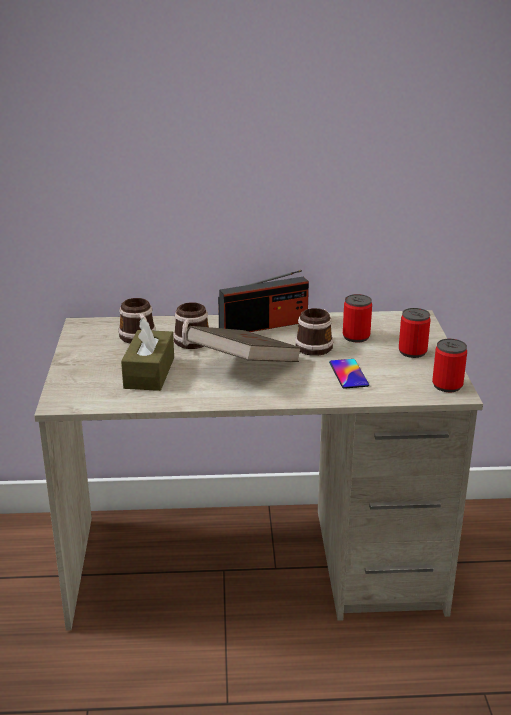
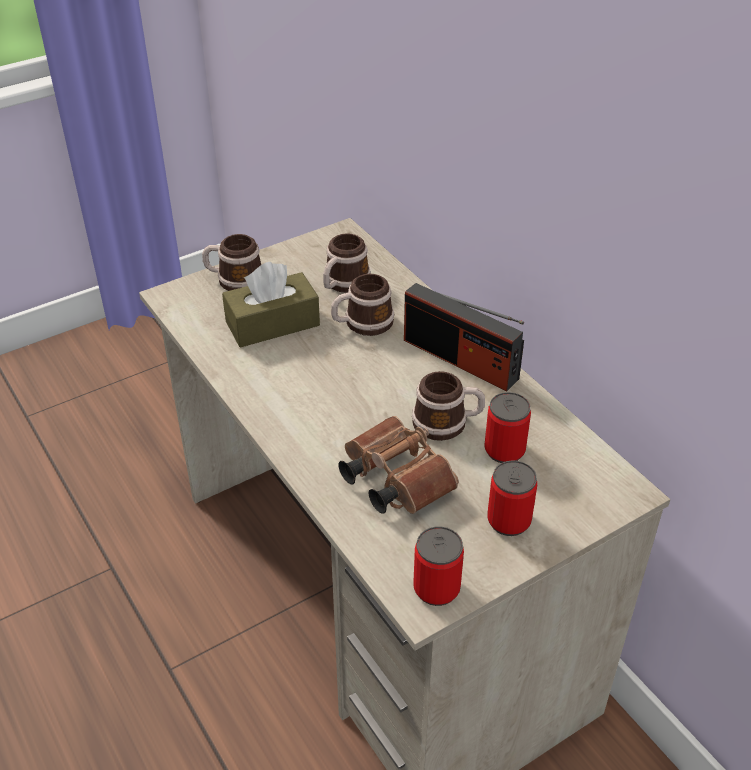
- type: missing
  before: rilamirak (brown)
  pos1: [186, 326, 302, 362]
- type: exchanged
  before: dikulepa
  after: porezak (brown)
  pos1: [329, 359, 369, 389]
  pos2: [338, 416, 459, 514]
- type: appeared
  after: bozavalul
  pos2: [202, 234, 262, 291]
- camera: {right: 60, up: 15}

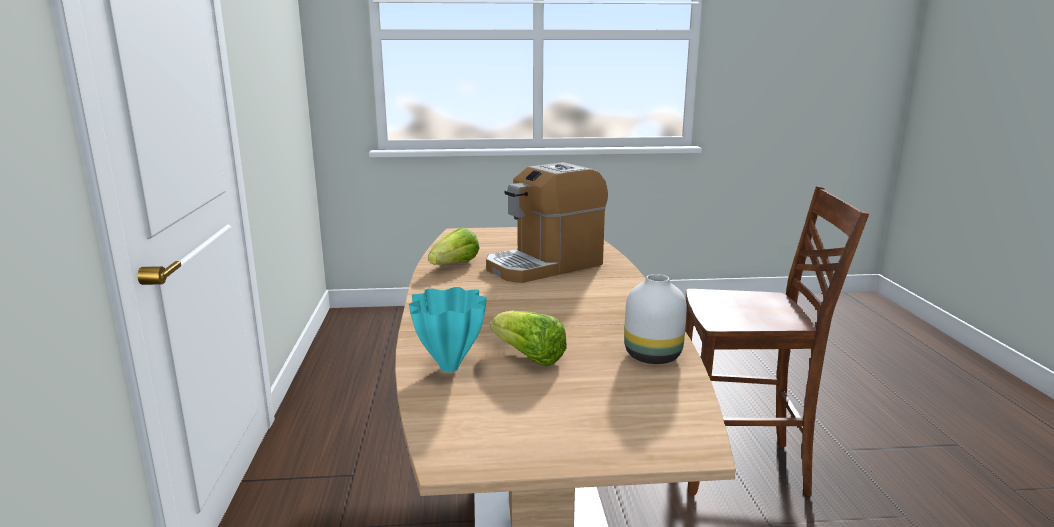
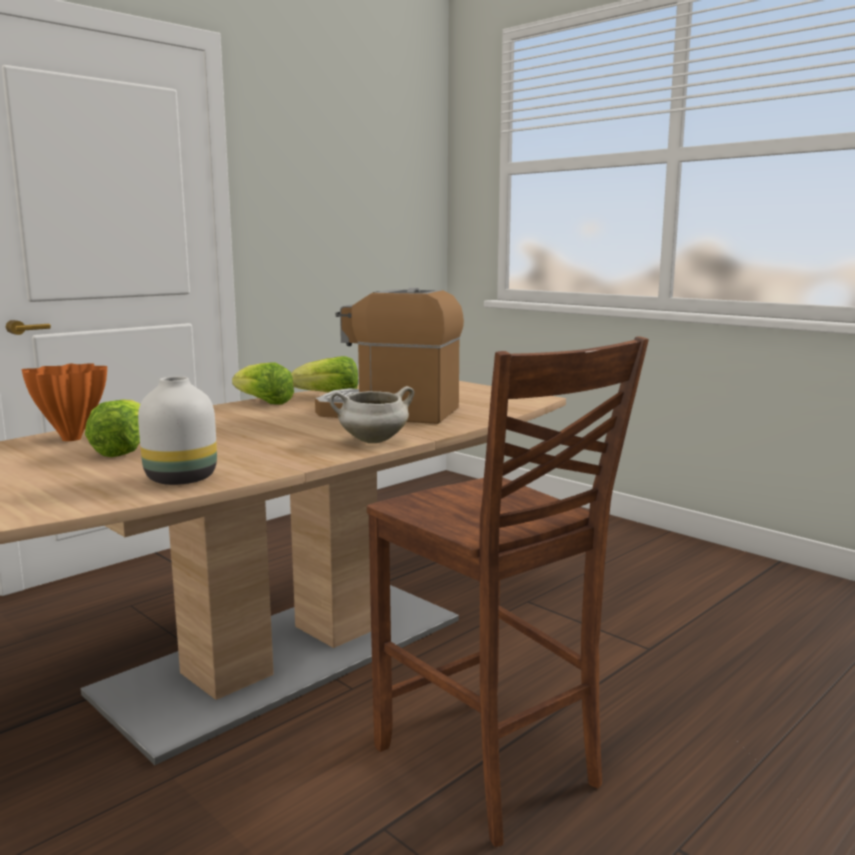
- type: colour
  before: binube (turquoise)
  after: binube (orange)
  pos1: [409, 287, 487, 372]
  pos2: [21, 363, 107, 441]
- type: appeared
  after: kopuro
  pos2: [232, 363, 294, 405]
- type: appeared
  after: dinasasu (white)
  pos2: [330, 386, 414, 443]
- camera: {right: 50, up: -5}

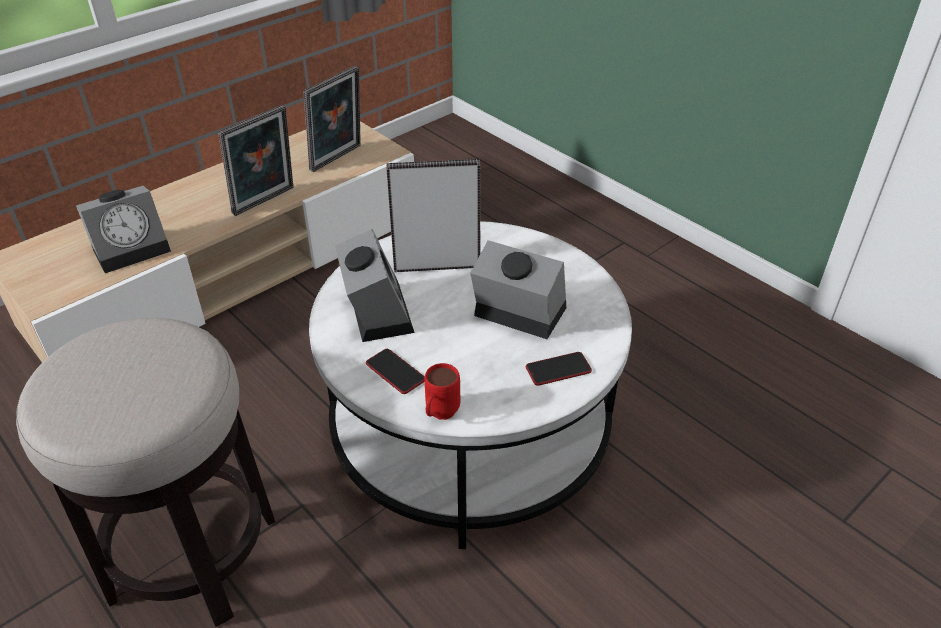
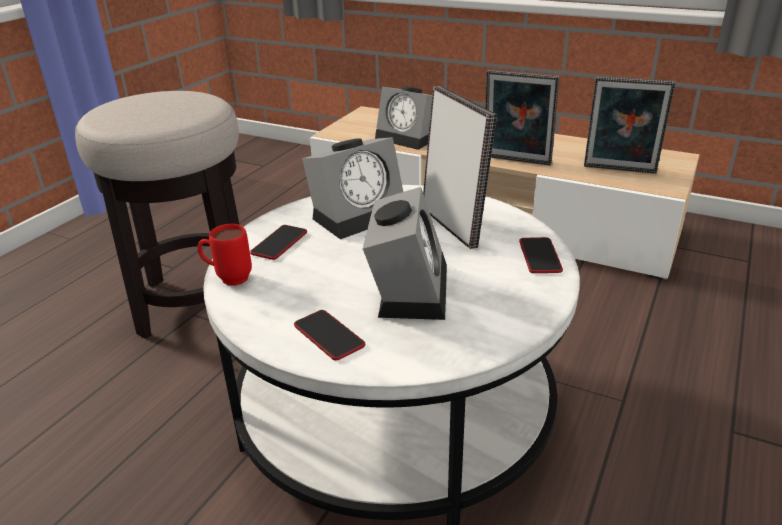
- type: appeared
  after: dikulepa
  pos2: [519, 237, 563, 273]
- camera: {right: 70, up: -10}

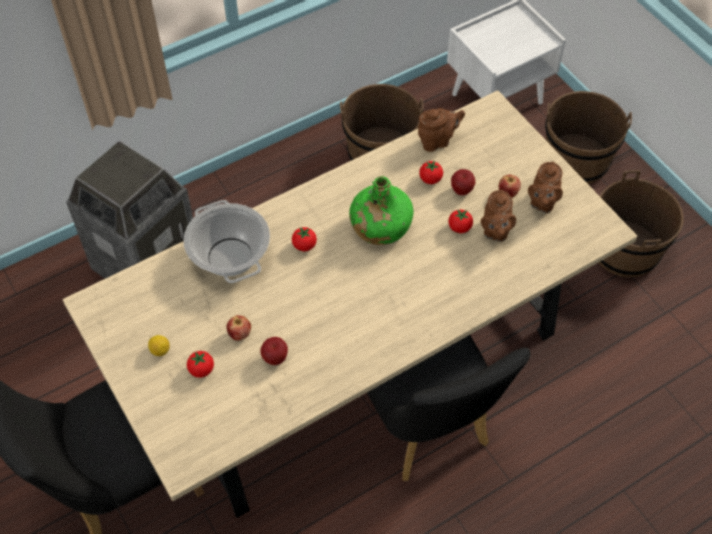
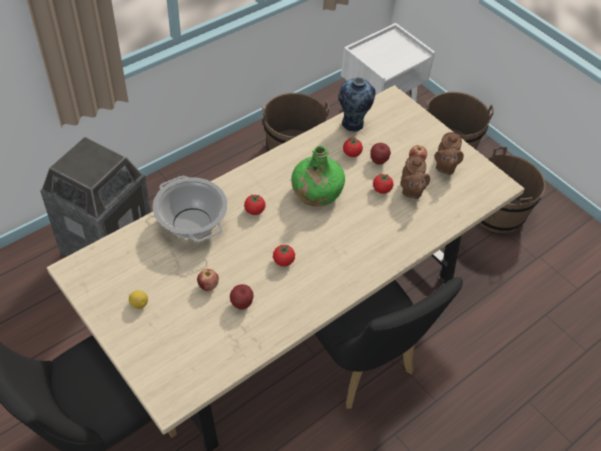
- type: relocated
  before: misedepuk
  pos1: [187, 351, 214, 378]
  pos2: [273, 245, 295, 266]
- type: exchanged
  before: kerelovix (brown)
  after: binube
  pos1: [418, 108, 465, 152]
  pos2: [339, 77, 376, 132]
- camera: {right: -10, up: -5}

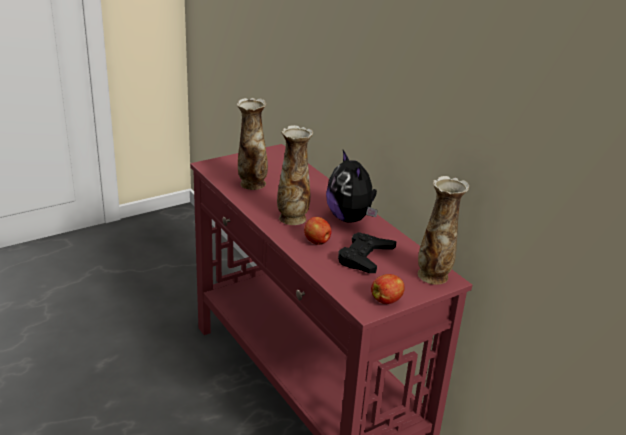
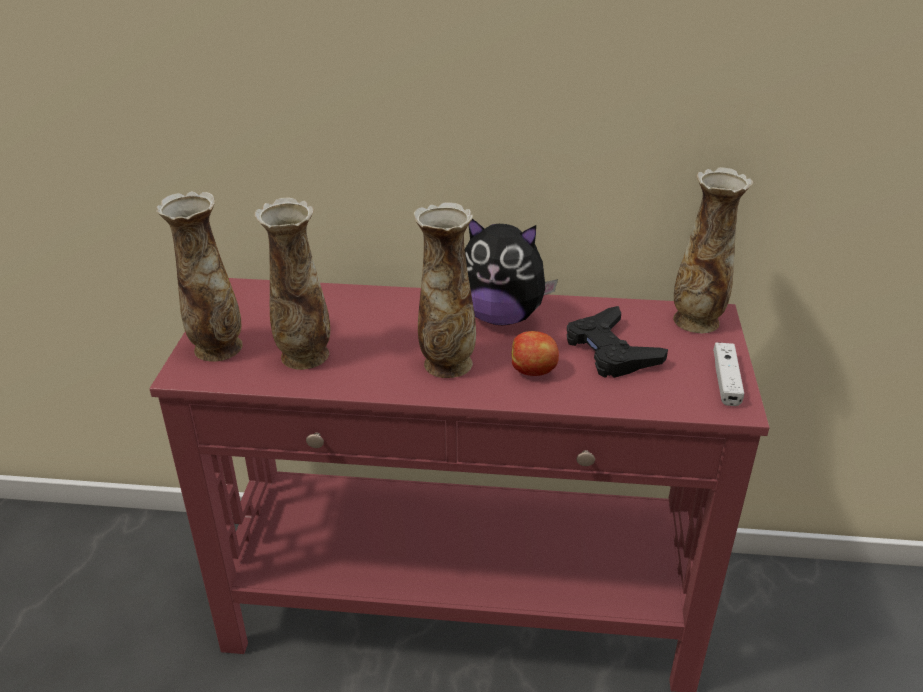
- type: exchanged
  before: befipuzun
  after: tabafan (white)
  pos1: [371, 274, 405, 304]
  pos2: [713, 342, 744, 406]
- type: appeared
  after: binube
  pos2: [156, 191, 243, 362]
- camera: {right: -50, up: 5}

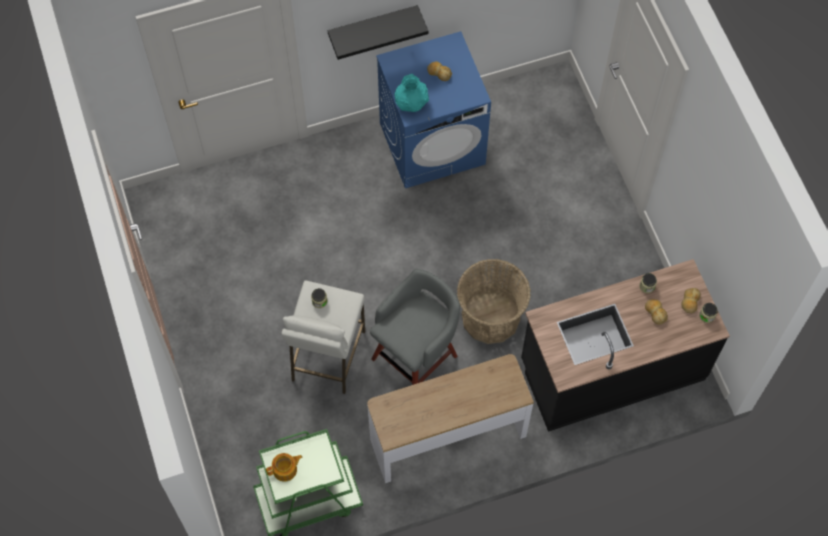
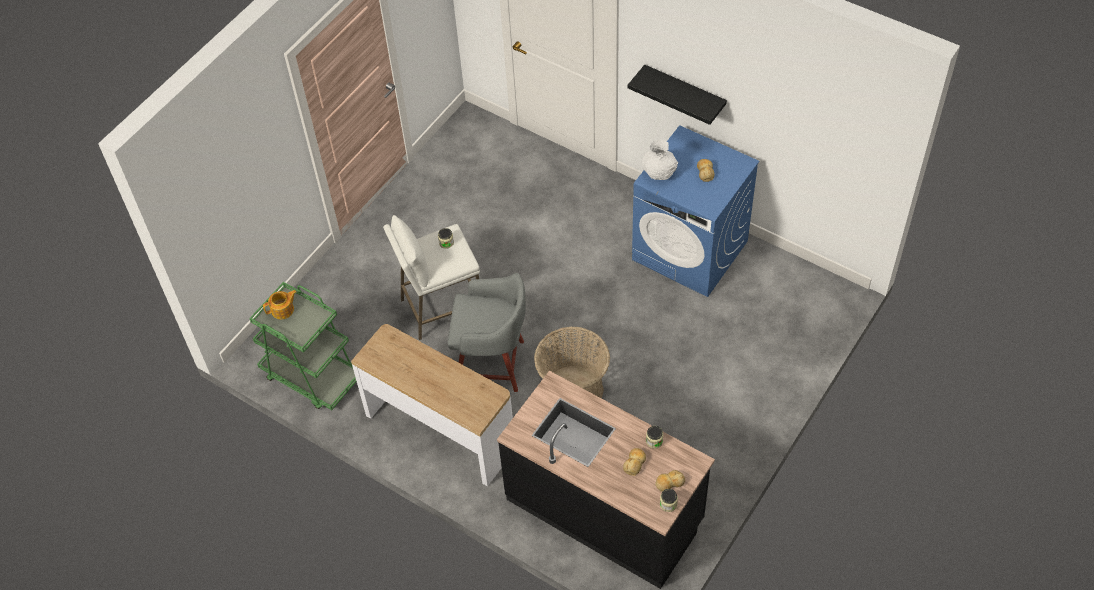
- type: spun
  before: kerelovix
  pos1: [266, 453, 302, 482]
  pos2: [263, 290, 297, 319]
  turn: -60
- type: colour
  before: binube (turquoise)
  after: binube (white)
  pos1: [395, 74, 429, 112]
  pos2: [642, 139, 678, 180]
- camera: {right: 55, up: -10}

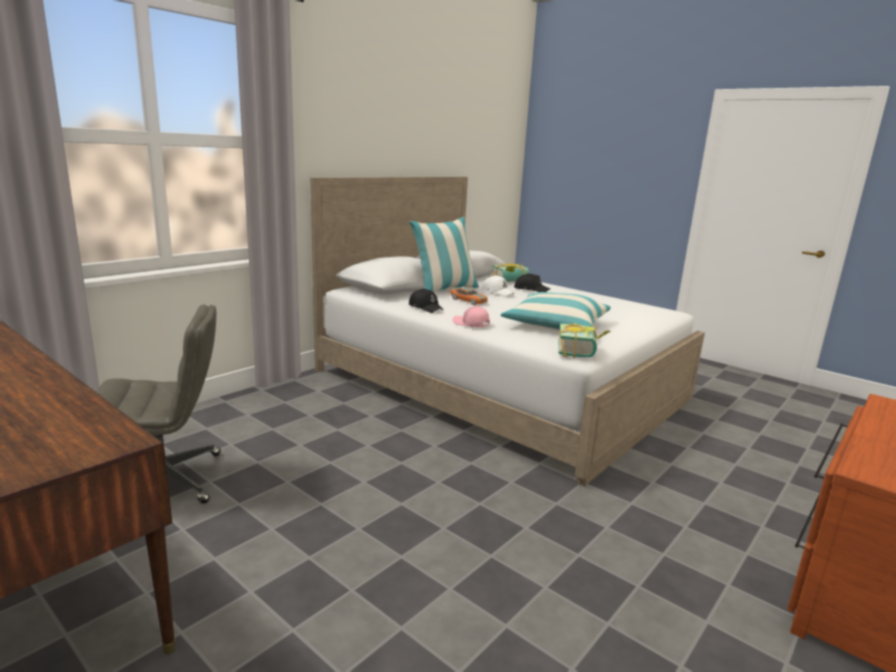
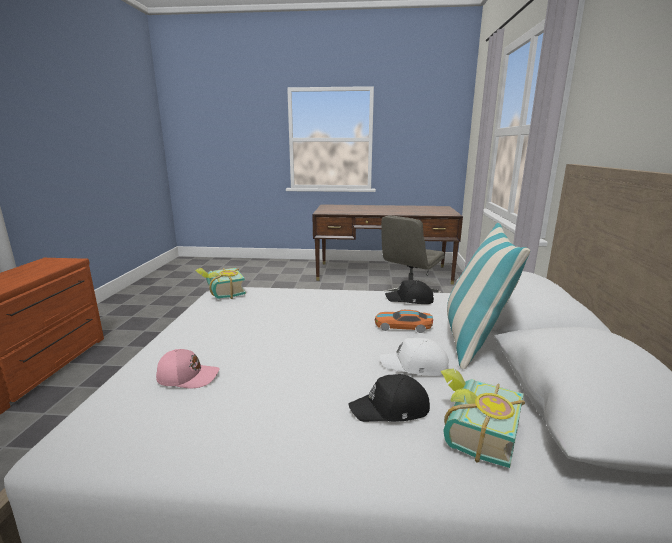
- type: relocated
  before: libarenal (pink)
  pos1: [452, 305, 490, 328]
  pos2: [156, 349, 219, 388]
- type: missing
  before: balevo
  pos1: [501, 292, 611, 330]
- camera: {right: 145, up: 0}

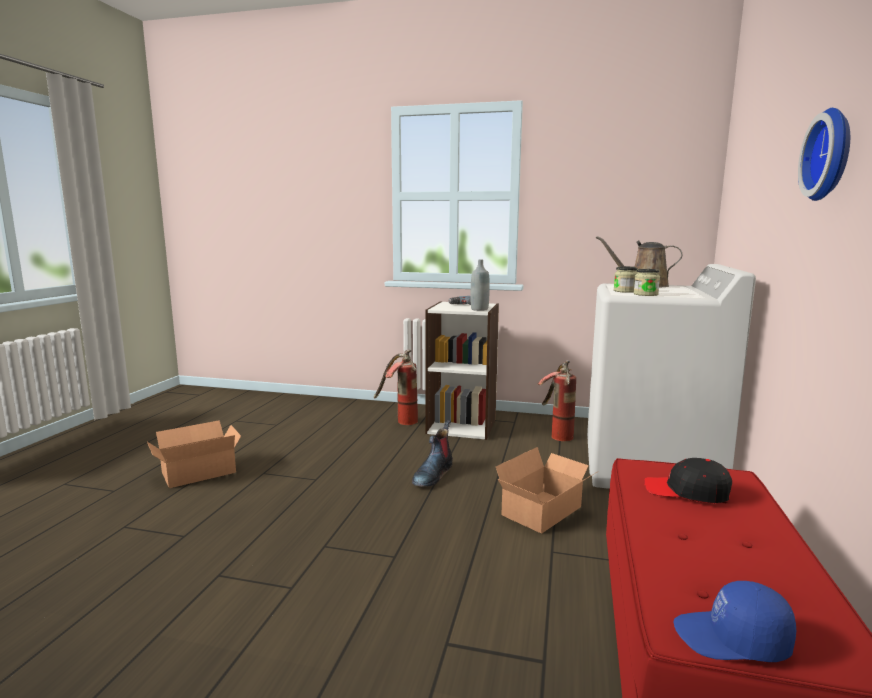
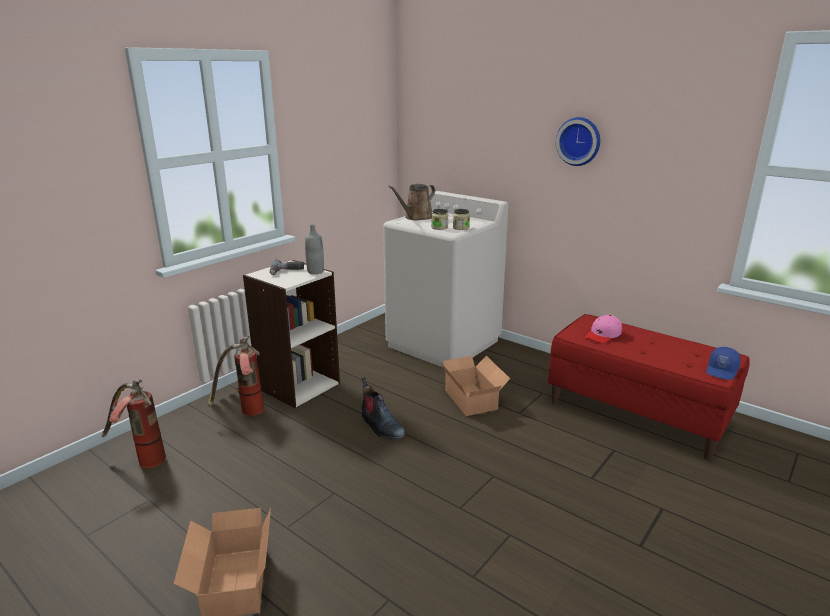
- type: relocated
  before: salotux
  pos1: [538, 360, 576, 441]
  pos2: [102, 379, 166, 468]
- type: colour
  before: libarenal (black)
  after: libarenal (pink)
  pos1: [644, 458, 732, 503]
  pos2: [585, 315, 622, 344]
- camera: {right: -65, up: 10}

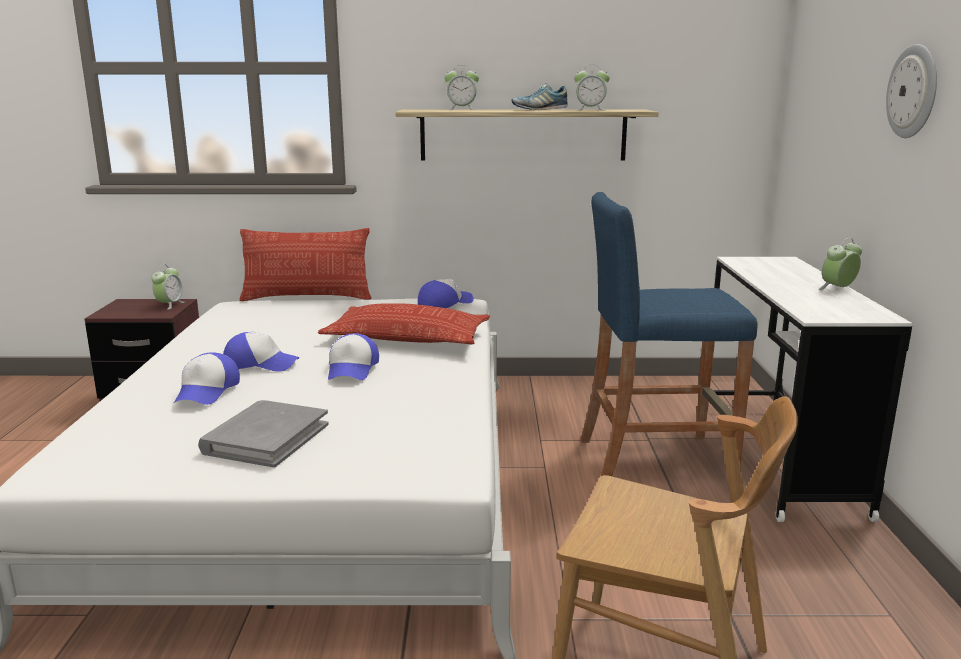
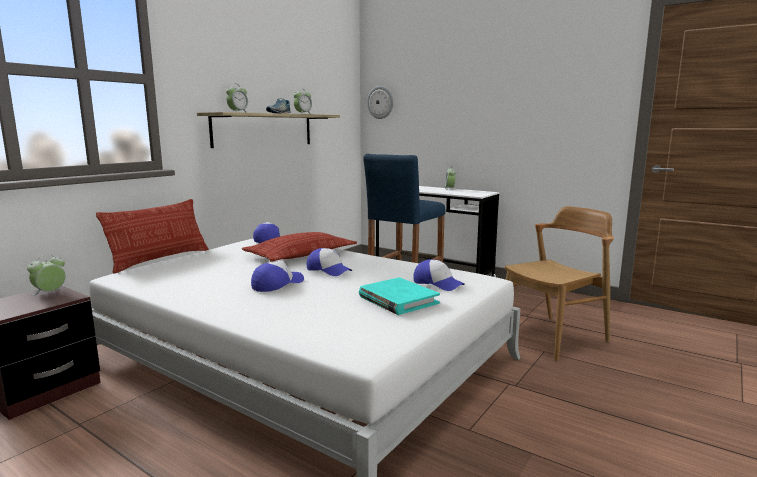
- type: spun
  before: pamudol
  pos1: [152, 264, 184, 310]
  pos2: [27, 254, 66, 296]
  turn: -105
- type: relocated
  before: libarenal
  pos1: [174, 352, 240, 405]
  pos2: [413, 259, 465, 291]
- type: colour
  before: rilamirak (grey)
  after: rilamirak (turquoise)
  pos1: [198, 400, 329, 468]
  pos2: [359, 277, 440, 315]
- type: relocated
  before: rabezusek
  pos1: [886, 44, 937, 138]
  pos2: [367, 86, 394, 119]
- camera: {right: -55, up: -5}

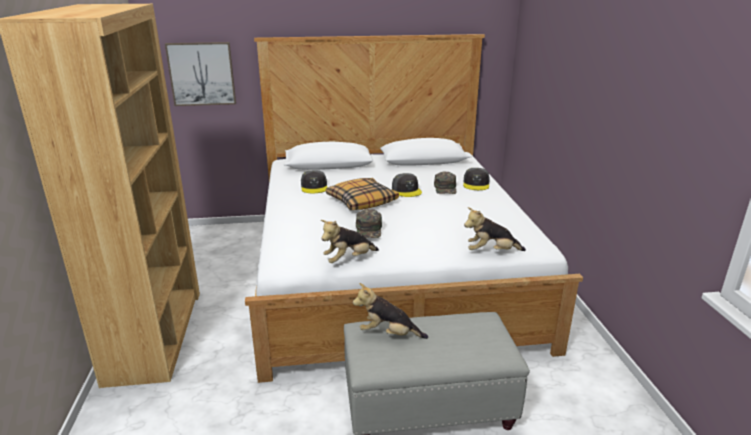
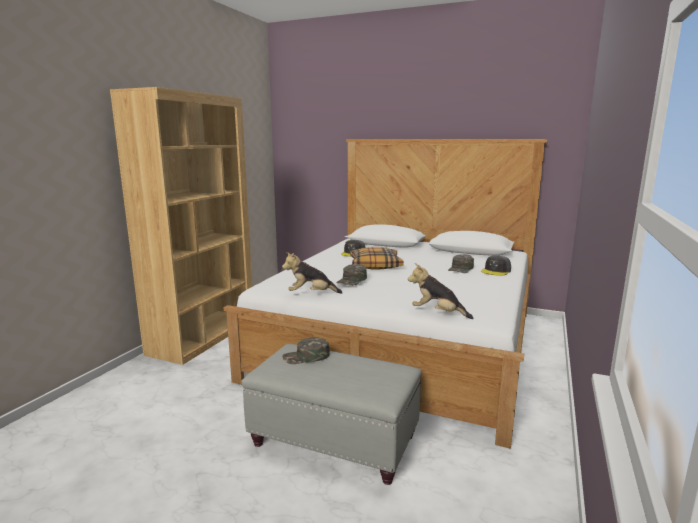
- type: missing
  before: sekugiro
  pos1: [165, 42, 236, 106]
- type: exchanged
  before: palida
  after: libarenal (green)
  pos1: [353, 283, 428, 339]
  pos2: [282, 337, 330, 364]
- type: missing
  before: libarenal (grey)
  pos1: [392, 173, 422, 197]
- camera: {right: 30, up: -10}

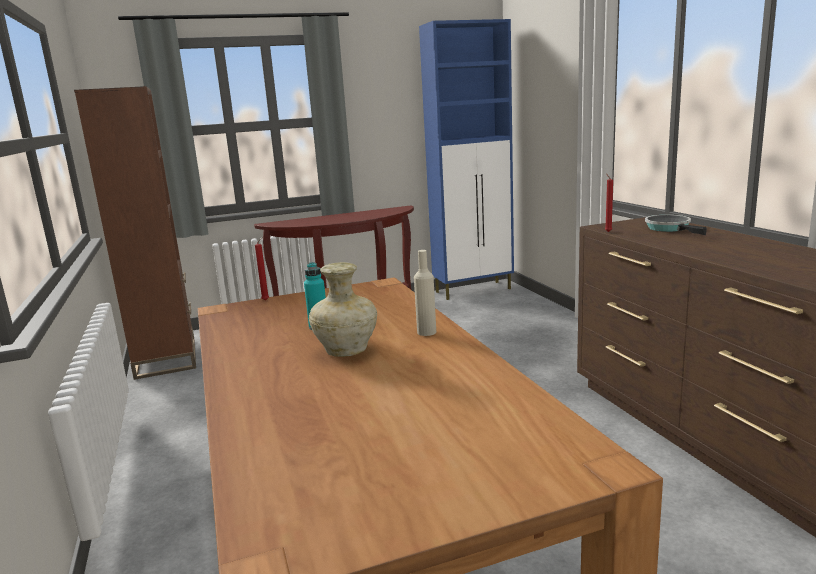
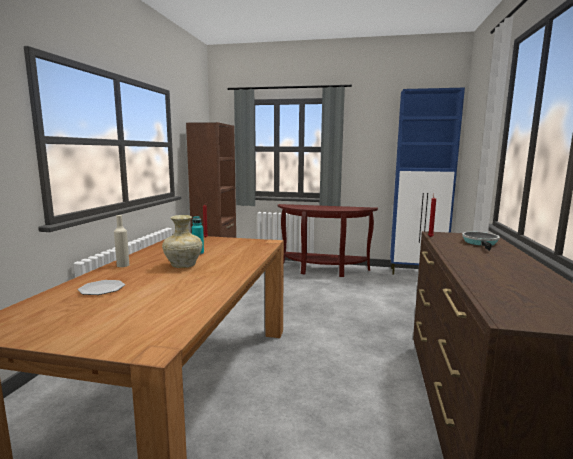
- type: relocated
  before: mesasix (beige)
  pos1: [414, 250, 436, 336]
  pos2: [114, 215, 129, 267]
- type: appeared
  after: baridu
  pos2: [78, 280, 125, 295]
- camera: {right: 30, up: -5}

